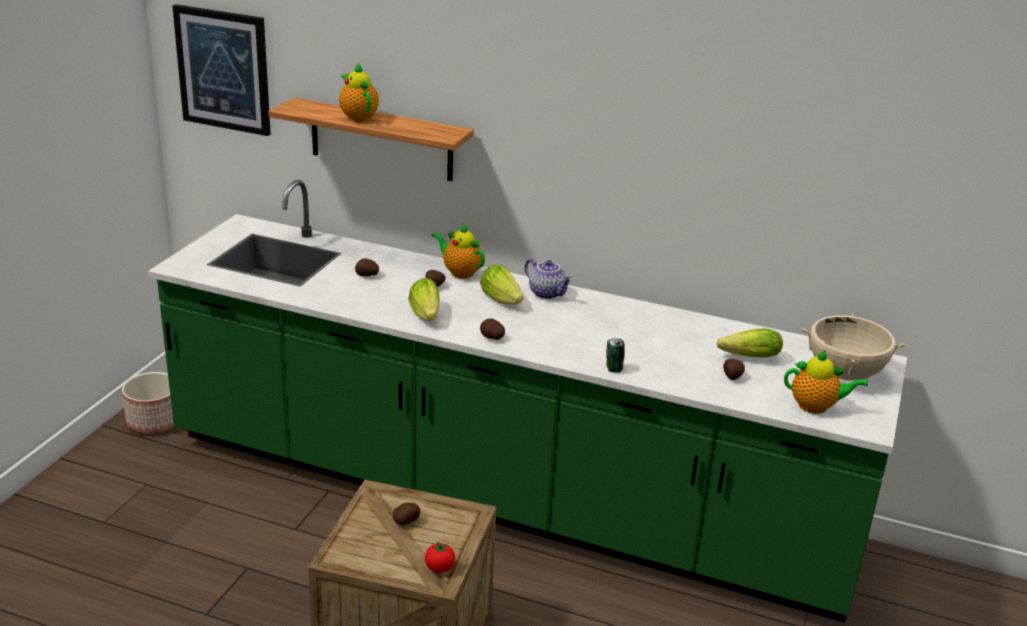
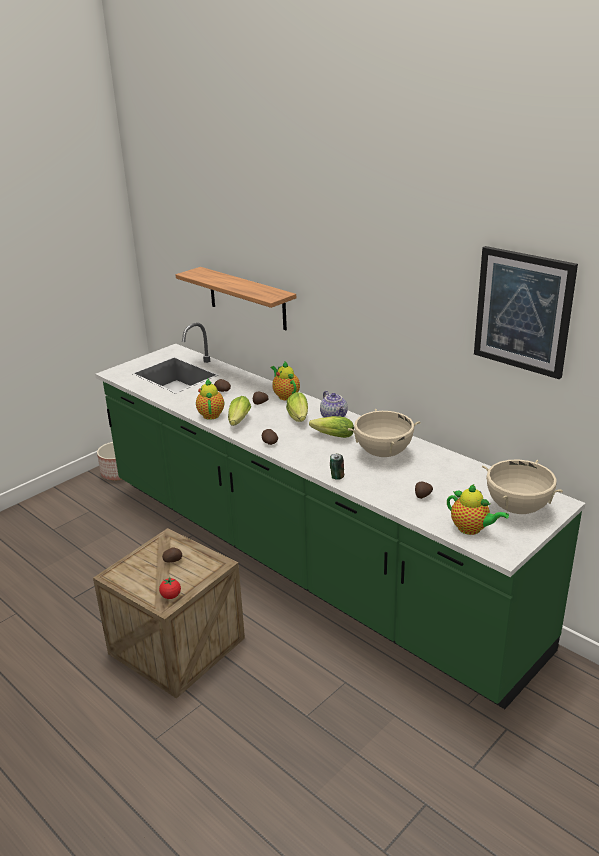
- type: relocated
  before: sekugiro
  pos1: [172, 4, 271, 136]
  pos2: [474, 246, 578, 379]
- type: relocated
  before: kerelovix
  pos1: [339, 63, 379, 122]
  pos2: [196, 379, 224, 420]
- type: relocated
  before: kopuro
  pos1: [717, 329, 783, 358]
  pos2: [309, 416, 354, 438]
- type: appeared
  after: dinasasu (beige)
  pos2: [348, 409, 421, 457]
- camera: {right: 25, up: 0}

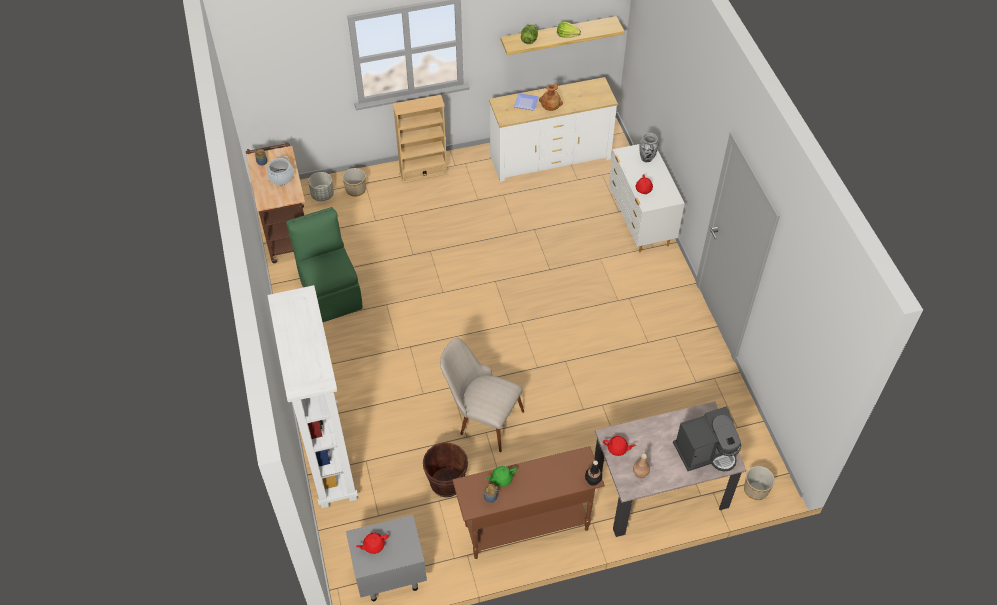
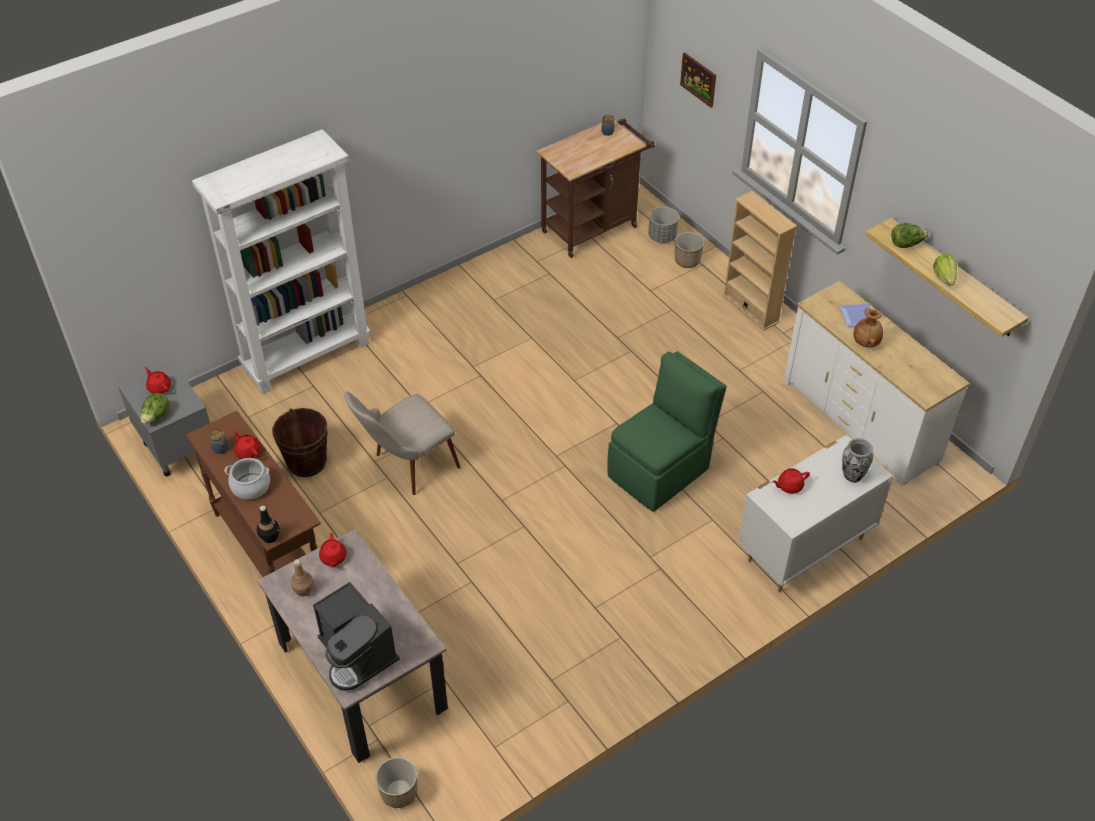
- type: relocated
  before: dinasasu
  pos1: [267, 156, 294, 185]
  pos2: [224, 458, 270, 500]
- type: relocated
  before: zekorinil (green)
  pos1: [286, 207, 363, 322]
  pos2: [607, 351, 726, 512]
- type: spun
  before: zekorinil (beige)
  pos1: [440, 338, 524, 452]
  pos2: [344, 391, 460, 495]
  turn: -135
- type: colour
  before: kerelovix (green)
  after: kerelovix (red)
  pos1: [486, 466, 517, 487]
  pos2: [233, 429, 261, 459]
- type: appeared
  after: kopuro
  pos2: [140, 393, 170, 424]
- type: appeared
  after: sekugiro
  pos2: [680, 52, 716, 108]
- camera: {right: 70, up: -5}

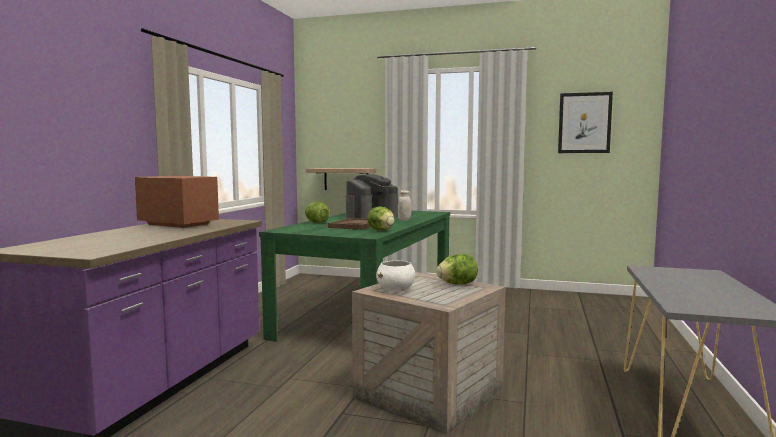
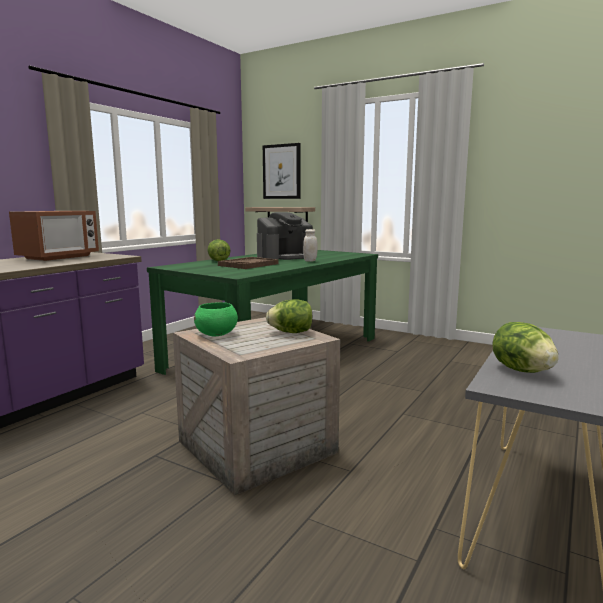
- type: spun
  before: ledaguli
  pos1: [135, 176, 219, 228]
  pos2: [9, 211, 99, 261]
  turn: 75
- type: relocated
  before: kopuro
  pos1: [367, 206, 395, 230]
  pos2: [492, 322, 559, 373]
- type: colour
  before: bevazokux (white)
  after: bevazokux (green)
  pos1: [376, 260, 415, 292]
  pos2: [194, 302, 238, 336]
- type: relocated
  before: sekugiro
  pos1: [558, 92, 613, 153]
  pos2: [263, 143, 300, 199]
- camera: {right: 15, up: 5}

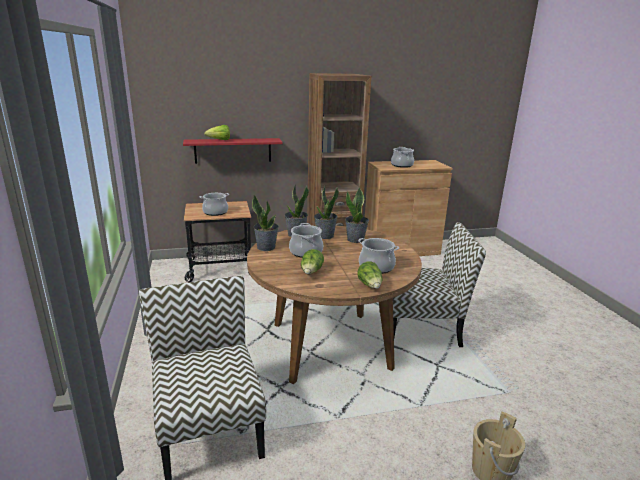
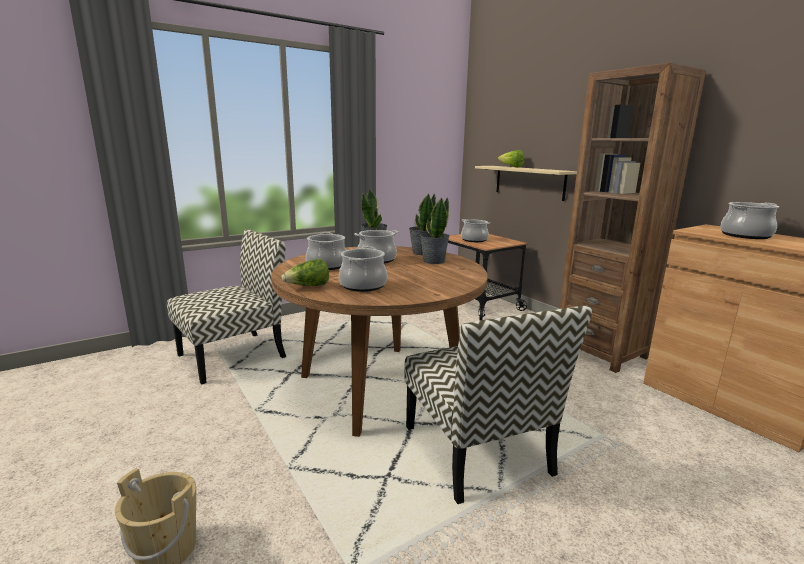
- type: colour
  before: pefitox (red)
  after: pefitox (beige)
  pos1: [183, 138, 283, 164]
  pos2: [475, 166, 577, 201]
- type: exchanged
  before: kopuro
  after: dinasasu
  pos1: [301, 249, 324, 274]
  pos2: [306, 232, 346, 270]
- type: missing
  before: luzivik
  pos1: [345, 187, 369, 243]
- camera: {right: 70, up: -5}

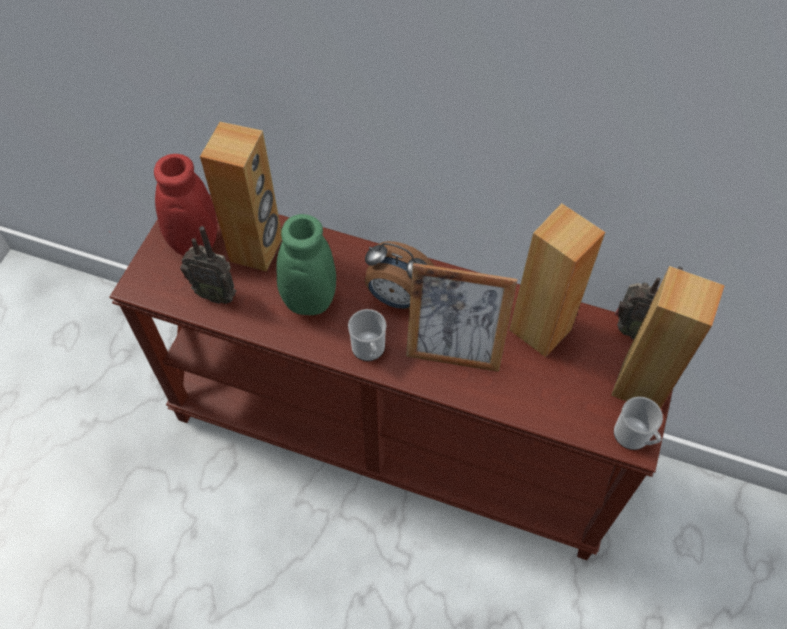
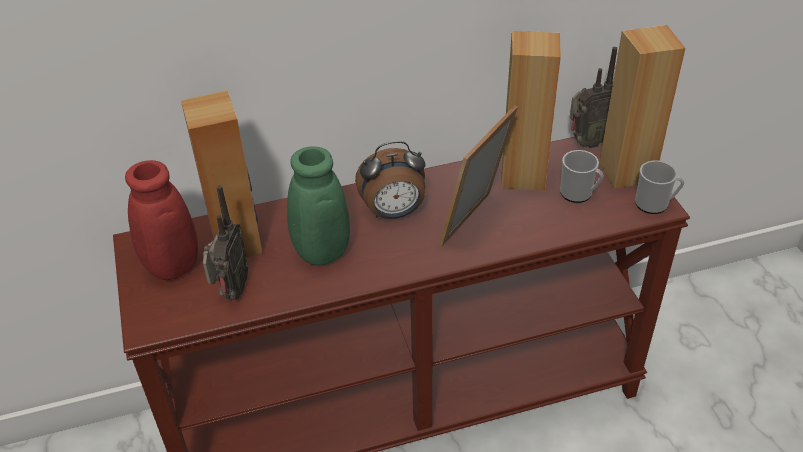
- type: spun
  before: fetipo
  pos1: [180, 226, 236, 304]
  pos2: [203, 185, 248, 300]
  turn: -60
- type: relocated
  before: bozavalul
  pos1: [348, 309, 386, 361]
  pos2: [560, 150, 604, 203]
- type: spun
  before: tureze
  pos1: [406, 263, 517, 372]
  pos2: [439, 105, 518, 246]
  turn: 150
- camera: {right: -35, up: -15}

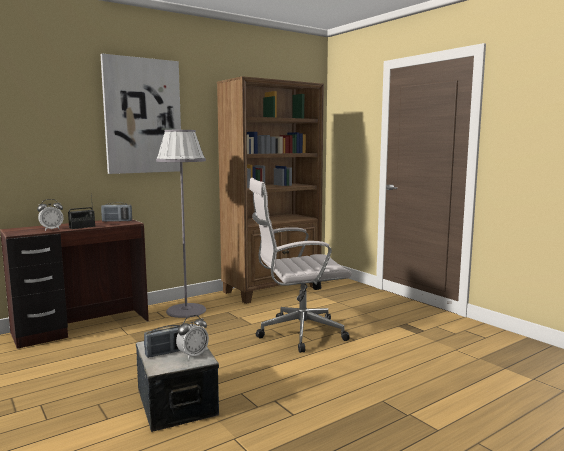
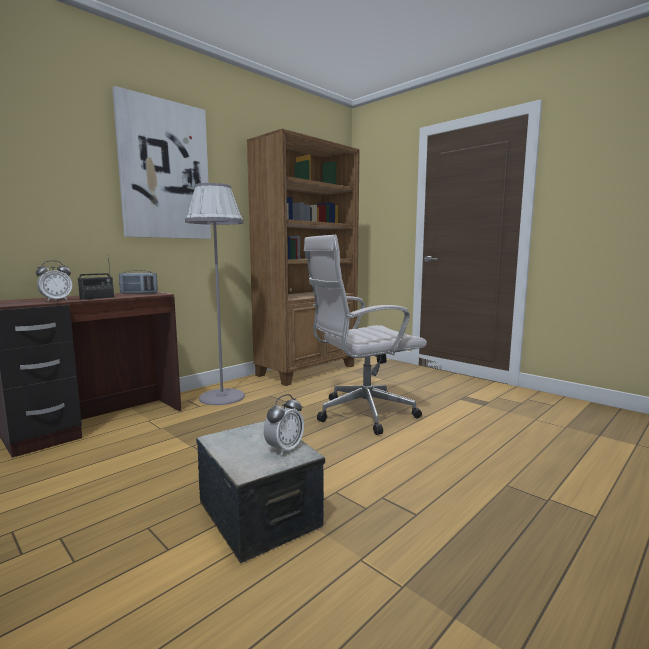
- type: missing
  before: fetipo
  pos1: [144, 325, 180, 358]
- camera: {right: -10, up: 0}

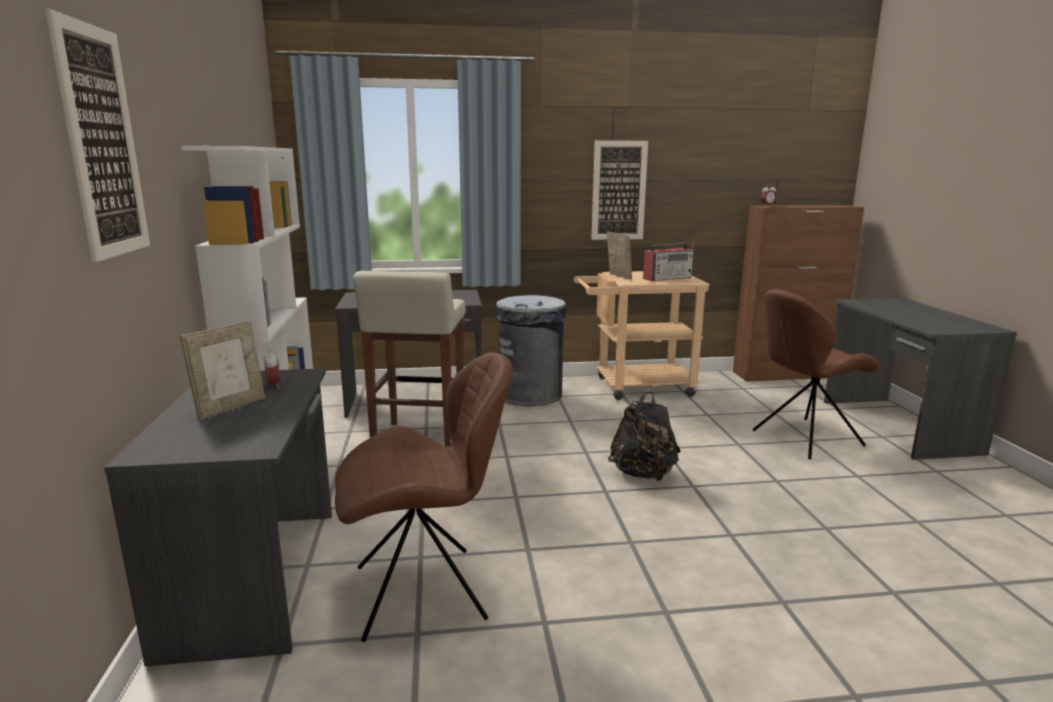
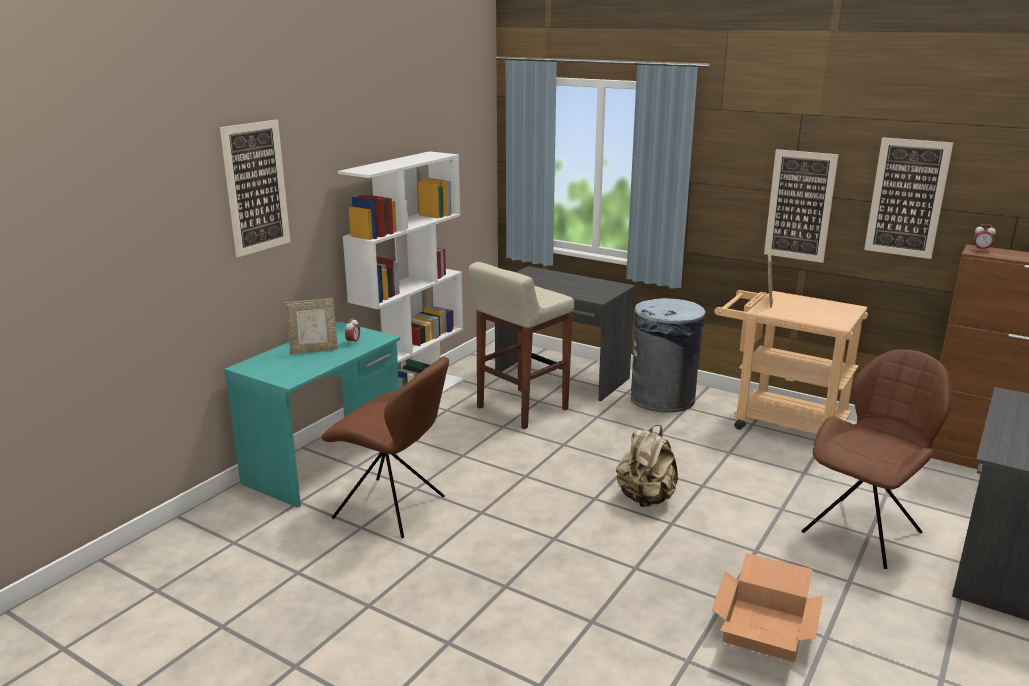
- type: colour
  before: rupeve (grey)
  after: rupeve (turquoise)
  pos1: [104, 368, 332, 666]
  pos2: [224, 322, 400, 508]
- type: colour
  before: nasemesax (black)
  after: nasemesax (beige)
  pos1: [608, 392, 681, 481]
  pos2: [616, 425, 678, 507]
- type: missing
  before: fetipo
  pos1: [643, 243, 694, 281]
- type: spun
  before: zekorinil (brown)
  pos1: [753, 289, 881, 460]
  pos2: [802, 350, 951, 569]
  turn: 120
- type: appeared
  after: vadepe
  pos2: [712, 553, 823, 662]
- type: appeared
  after: sekugiro
  pos2: [864, 137, 953, 259]
- camera: {right: 40, up: 5}

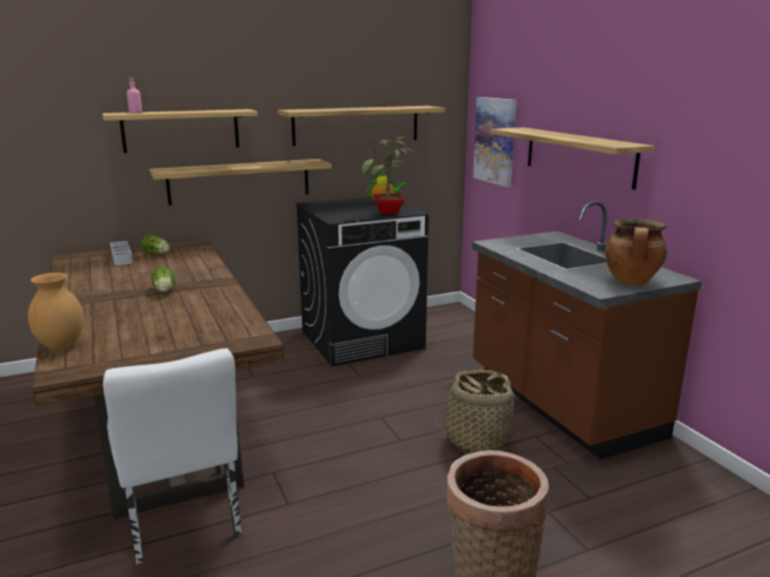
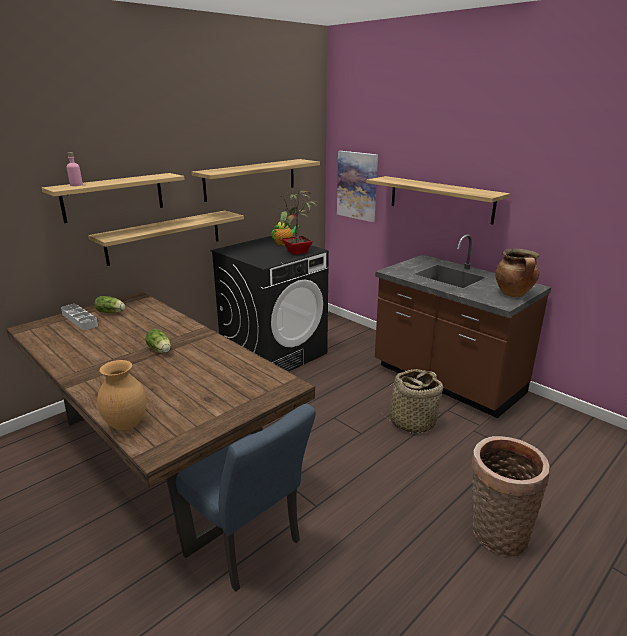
- type: colour
  before: zekorinil (white)
  after: zekorinil (blue)
  pos1: [103, 348, 242, 564]
  pos2: [166, 403, 316, 592]
- camera: {right: -20, up: 5}

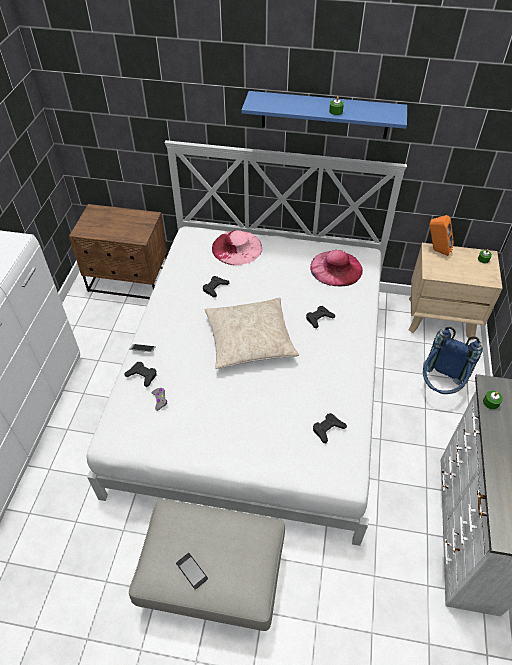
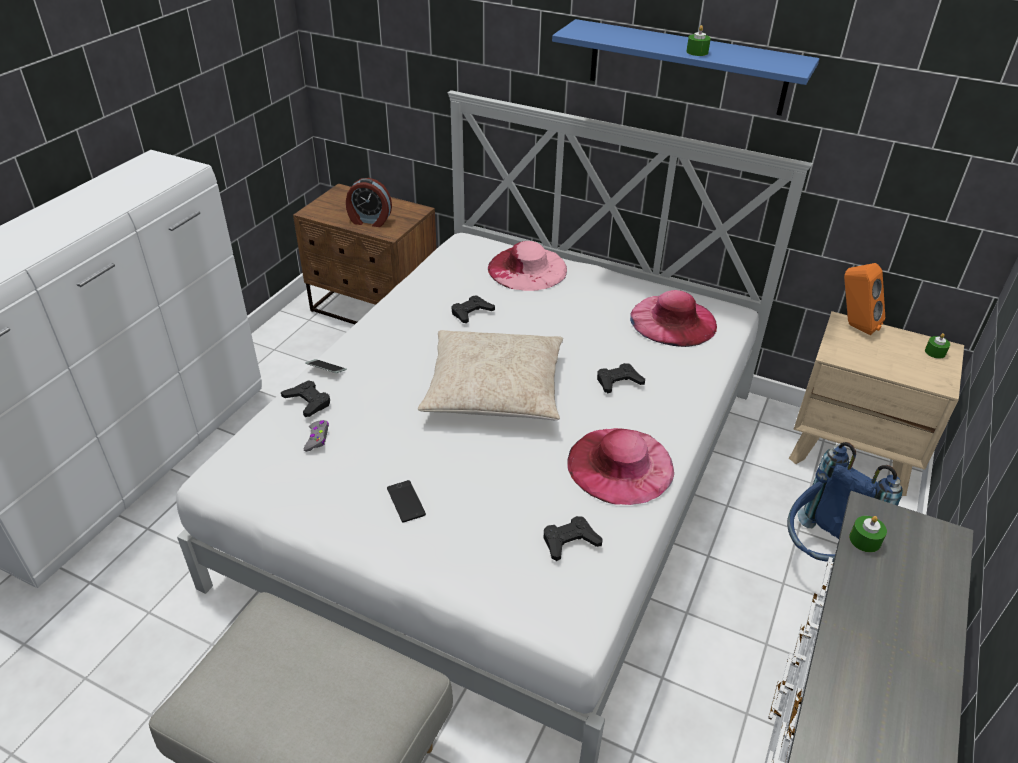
- type: relocated
  before: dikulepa
  pos1: [176, 553, 208, 589]
  pos2: [387, 480, 426, 522]
- type: appeared
  after: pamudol
  pos2: [346, 178, 392, 227]
- type: appeared
  after: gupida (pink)
  pos2: [568, 428, 674, 505]
- camera: {right: 15, up: -10}

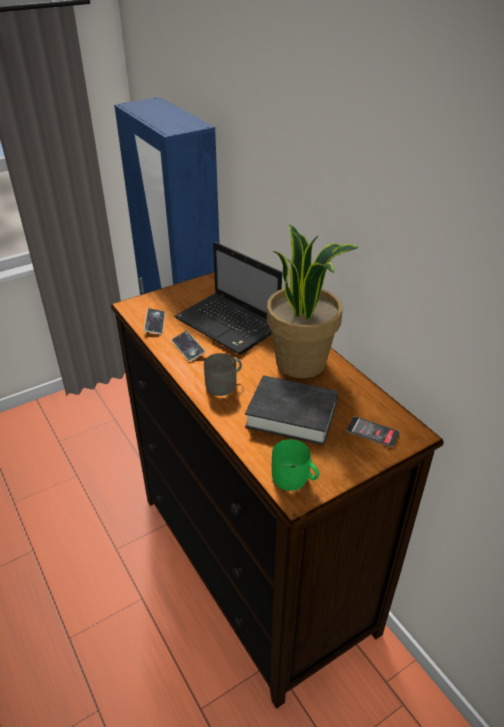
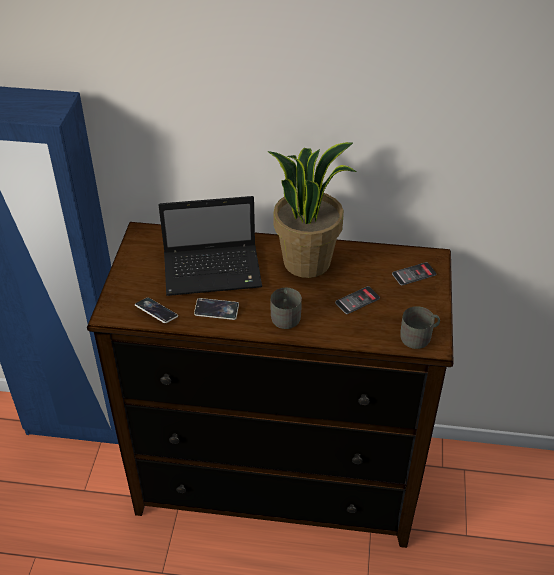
- type: exchanged
  before: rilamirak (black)
  after: dikulepa
  pos1: [245, 376, 338, 445]
  pos2: [335, 286, 380, 314]
- type: colour
  before: bozavalul (green)
  after: bozavalul (grey)
  pos1: [272, 439, 319, 491]
  pos2: [400, 306, 440, 349]
- camera: {right: -50, up: 5}

